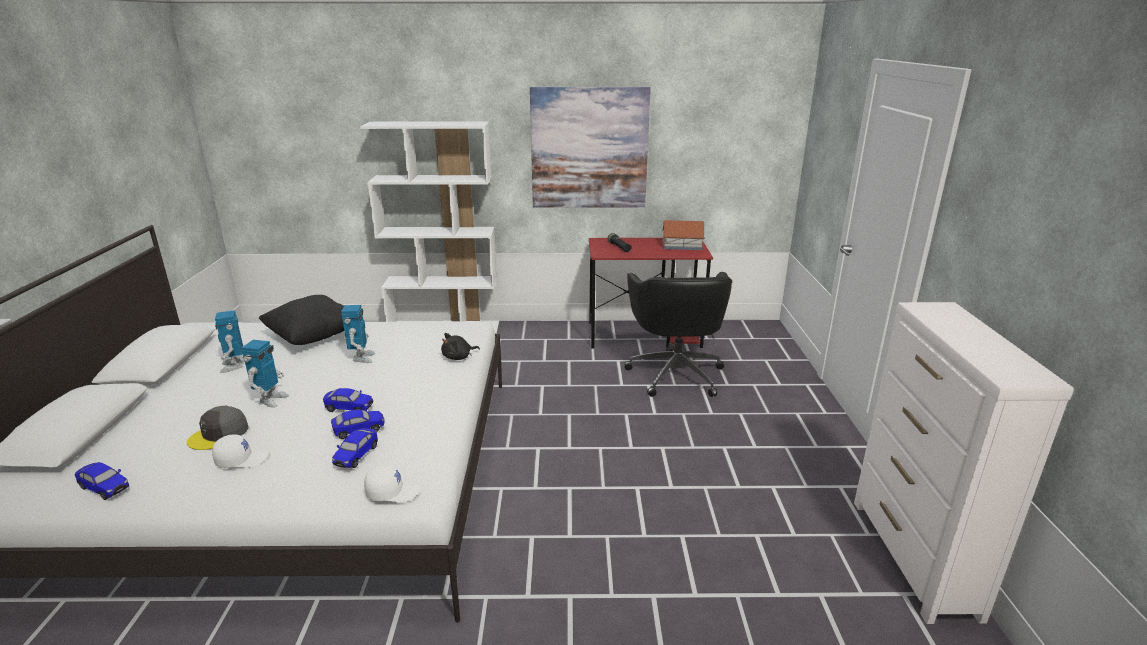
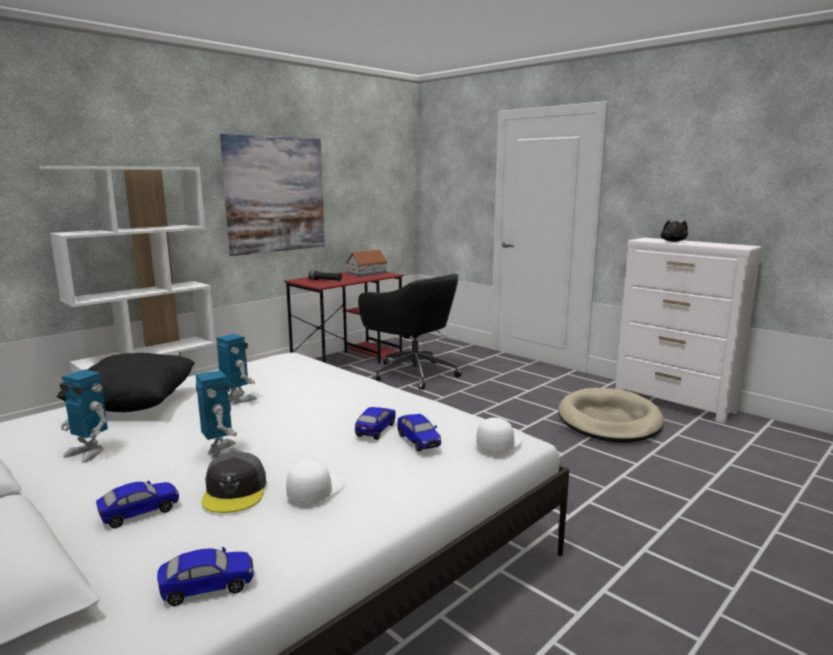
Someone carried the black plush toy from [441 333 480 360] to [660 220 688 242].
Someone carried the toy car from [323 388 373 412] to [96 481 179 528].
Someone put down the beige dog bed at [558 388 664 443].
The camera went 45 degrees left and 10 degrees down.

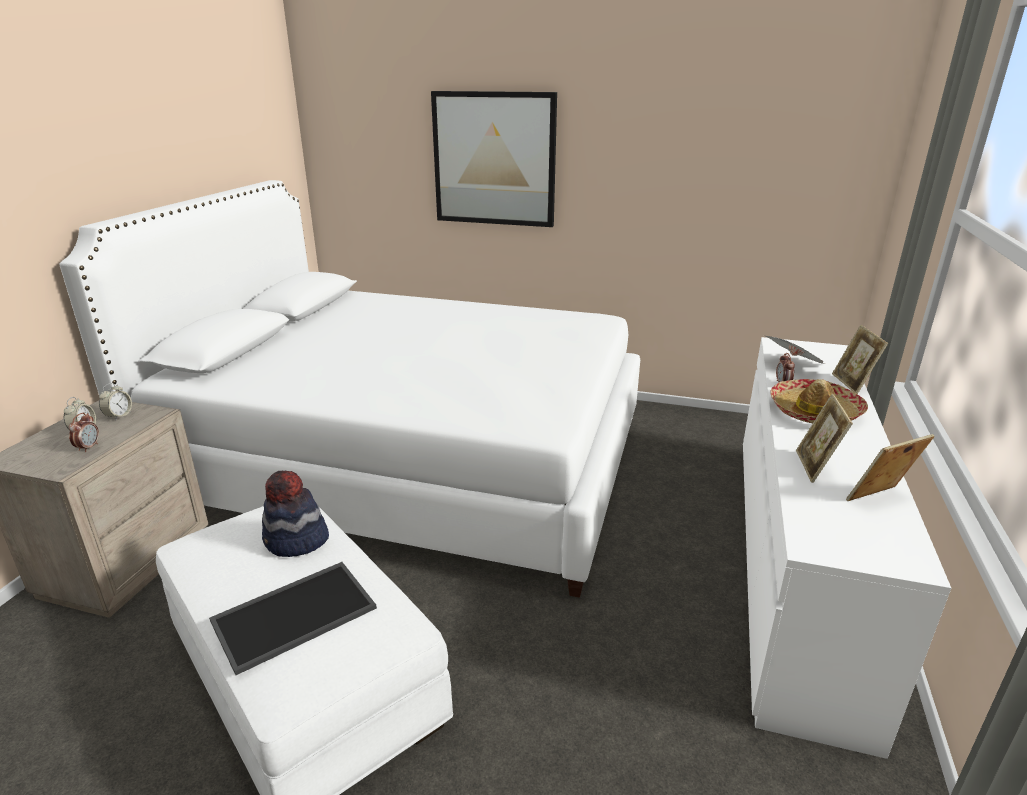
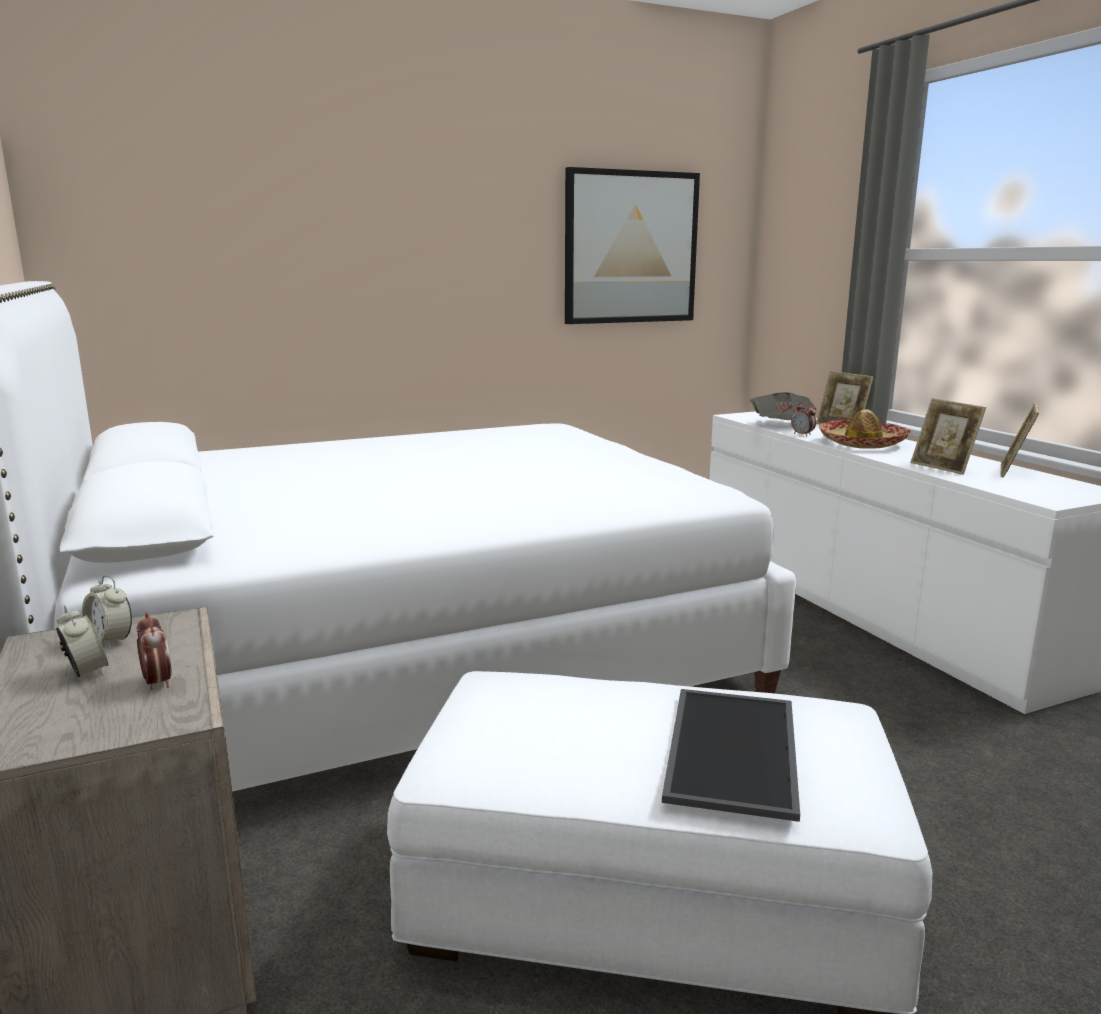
Someone carried the picture from [431 91 557 227] to [565 167 700 324].
Someone rotated the alarm clock at [99 383 132 421] by 150 degrees clockwise.
Someone took away the hat at [262 470 329 557].
The camera went 40 degrees left and 10 degrees down.

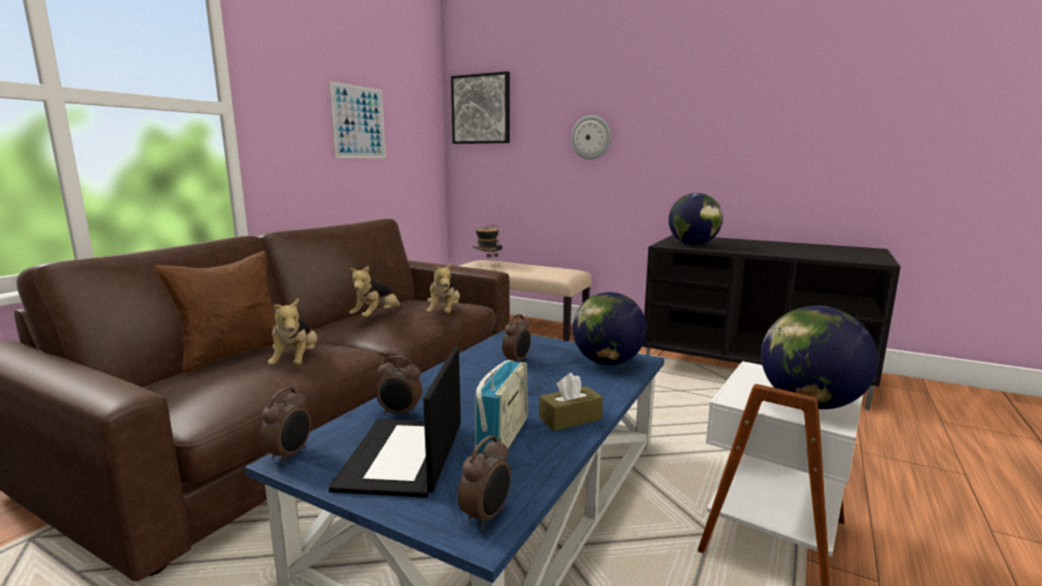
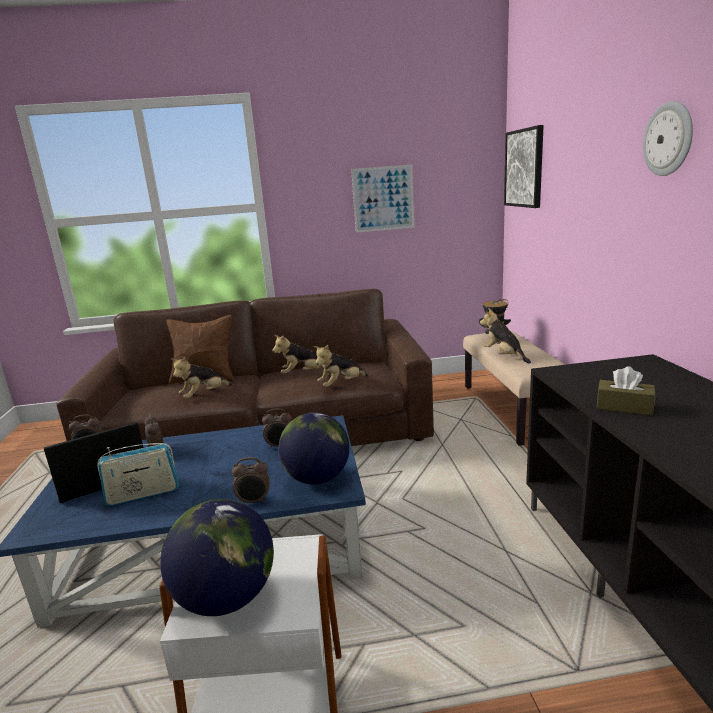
Someone carried the wall clock from [571 115 611 160] to [643 101 693 176].
Someone took away the globe at [668 193 723 245].
Someone carried the brown tissue box from [539 373 603 431] to [597 366 655 415].
Someone carried the alarm clock from [458 435 511 530] to [232 457 269 503].
Someone put down the plush toy at [480 309 531 364].
The camera went 55 degrees right and 5 degrees up.

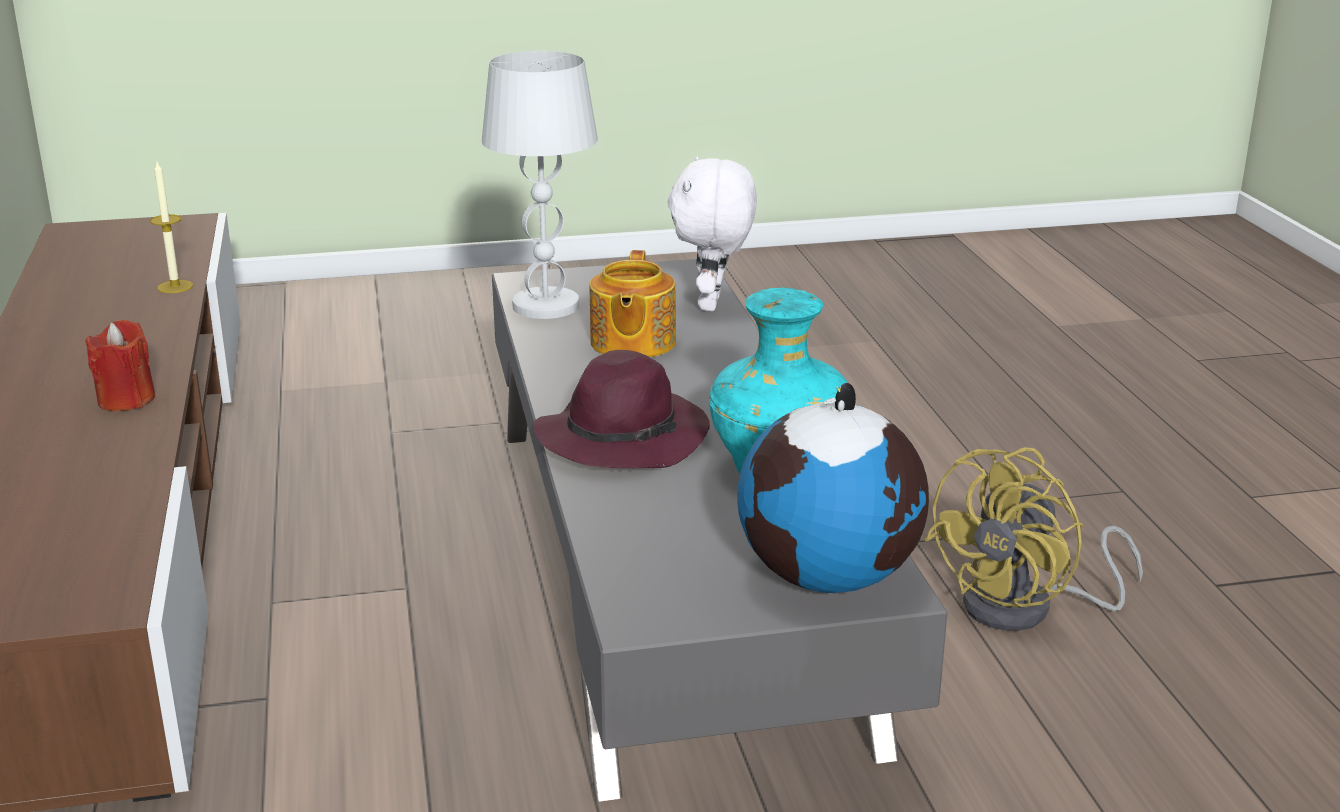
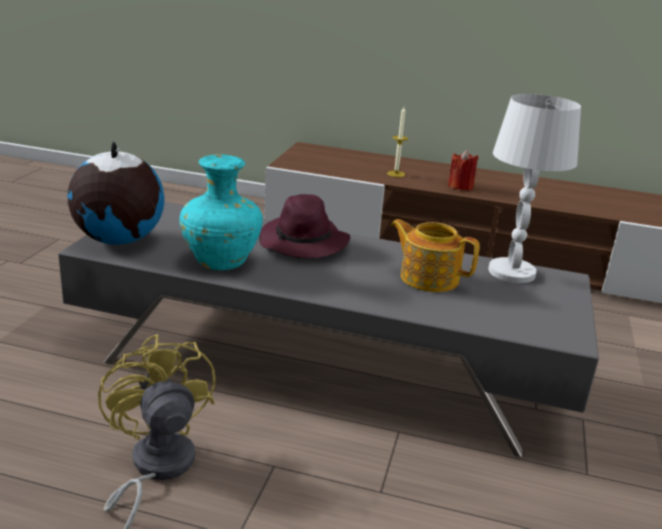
Someone took away the white plush toy at [668 156 757 311].
Someone carried the candle from [150 162 193 293] to [387 107 408 177].
The camera went 115 degrees right and 0 degrees up.

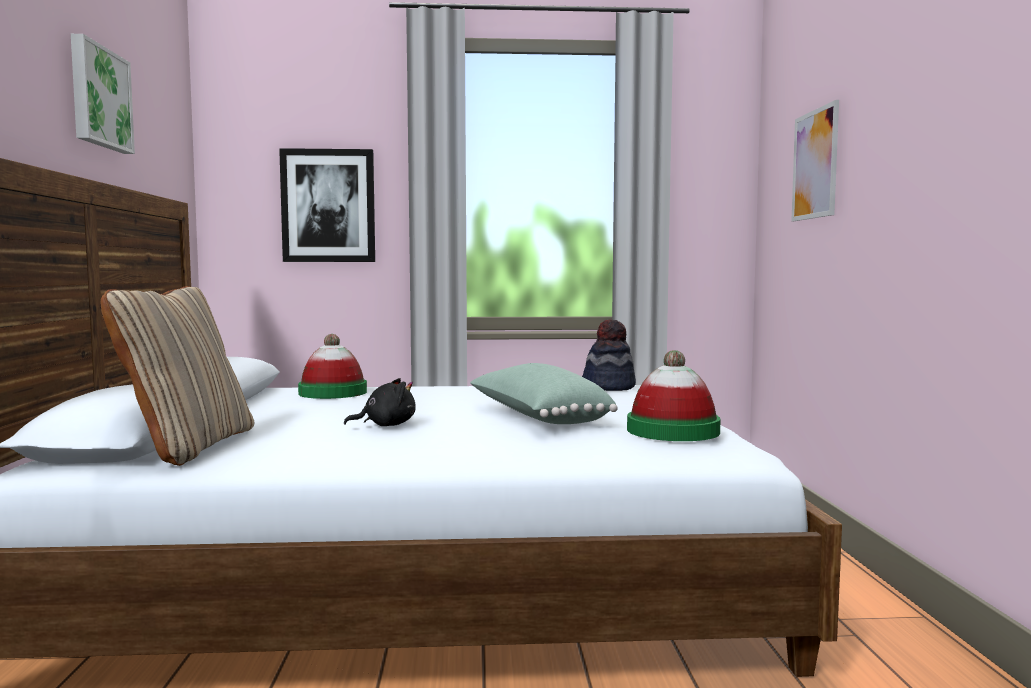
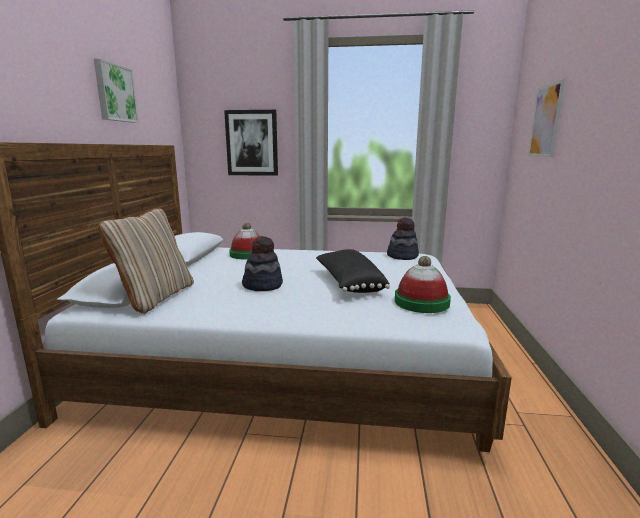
Someone repainted the green pillow at [470 363 618 424], which became the black pillow at [316 249 390 293].
Someone swapped the black plush toy at [344 378 416 426] for the hat at [242 236 283 291].
The camera went 10 degrees right and 10 degrees up.

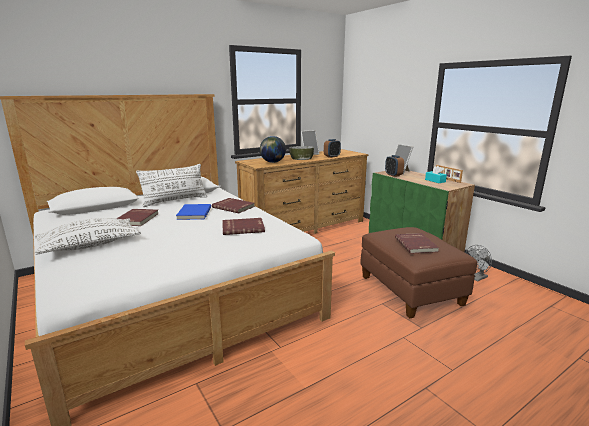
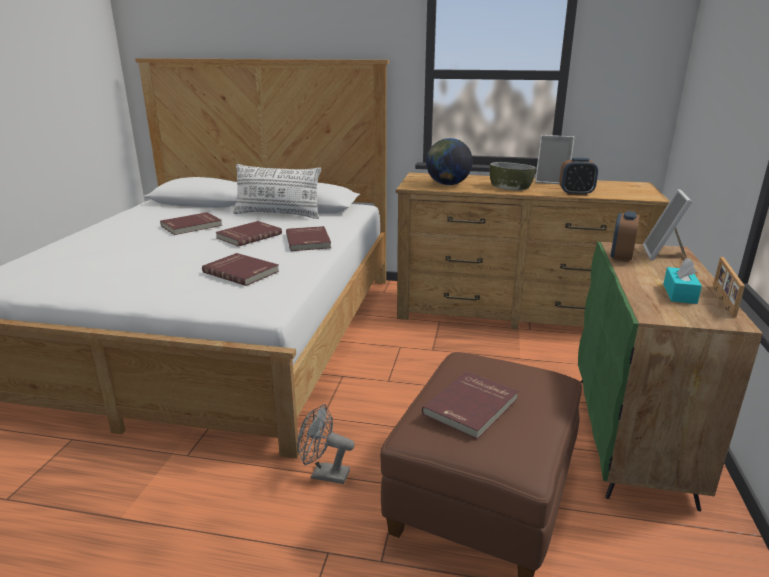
Someone repainted the blue book at [176 204 211 220], which became the red book at [215 221 282 247].
Someone took away the white pillow at [35 218 141 255].
Someone carried the grey fan from [466 245 492 282] to [297 404 355 484].
The camera went 45 degrees right and 5 degrees up.

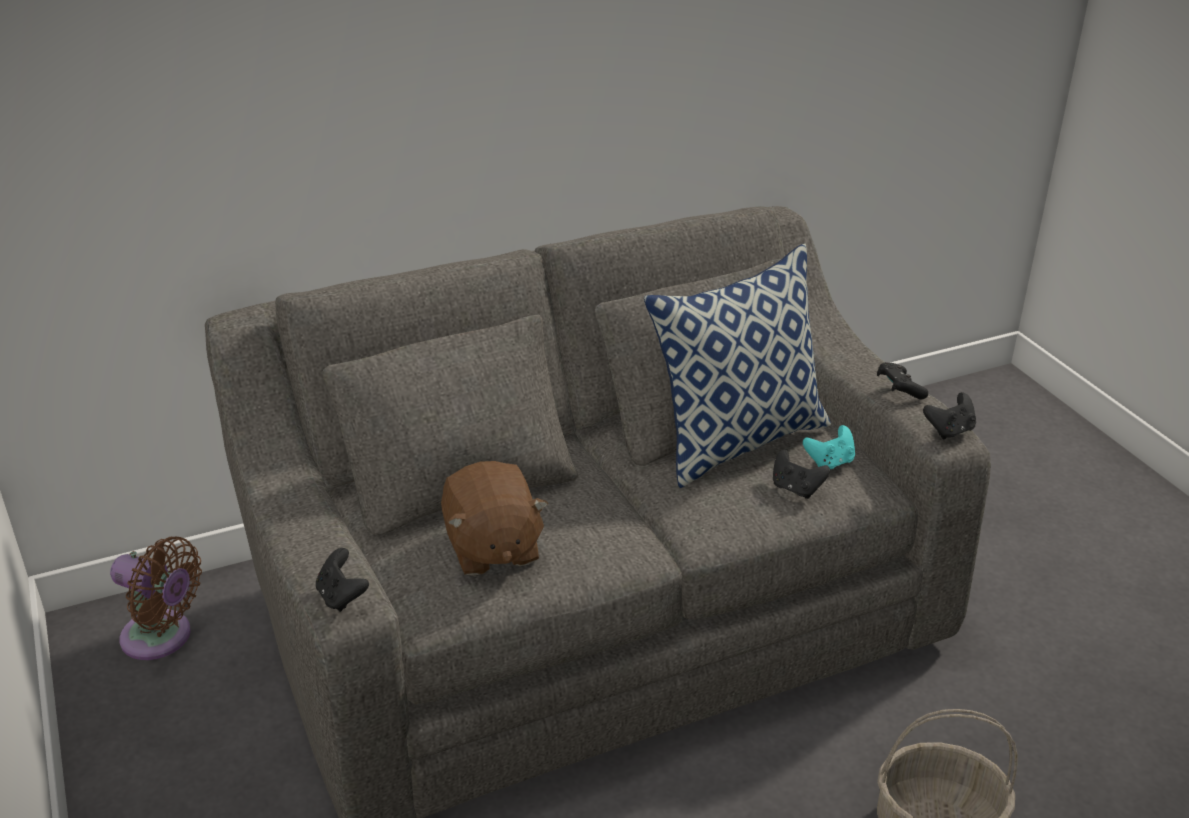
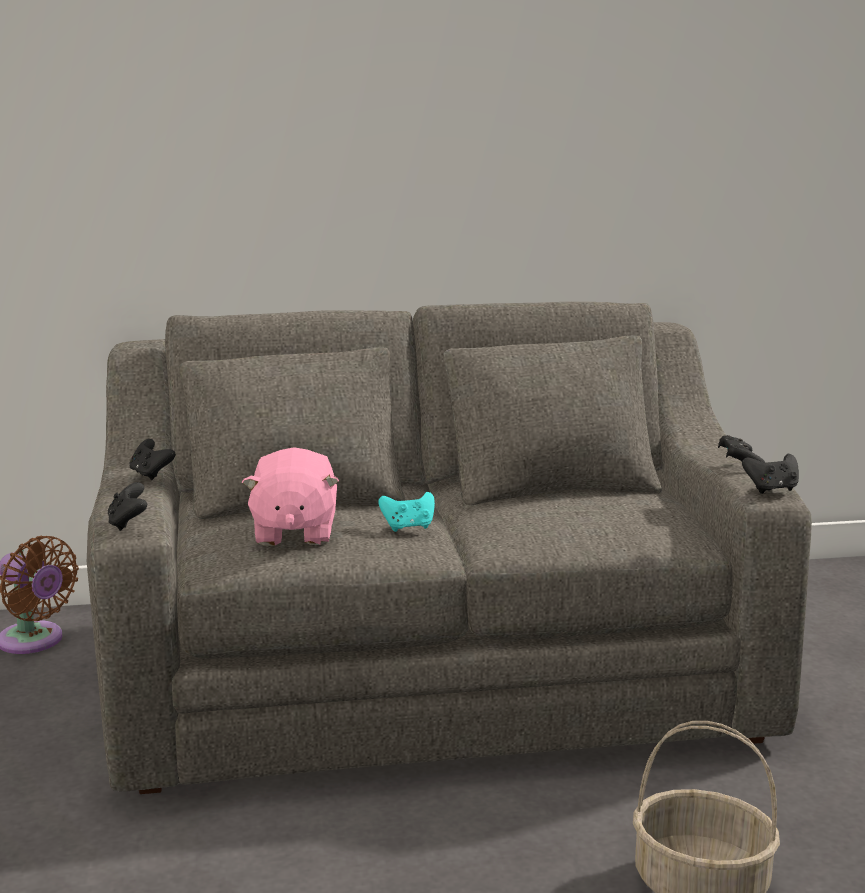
Someone took away the pillow at [644 244 831 488].
Someone carried the turquoise game controller from [803 425 855 469] to [378 492 435 532].
Someone carried the black game controller from [773 450 830 499] to [129 439 176 480].
Someone repainted the brown plush toy at [441 461 548 576], which became the pink plush toy at [242 447 339 546].
The camera went 15 degrees right and 15 degrees down.

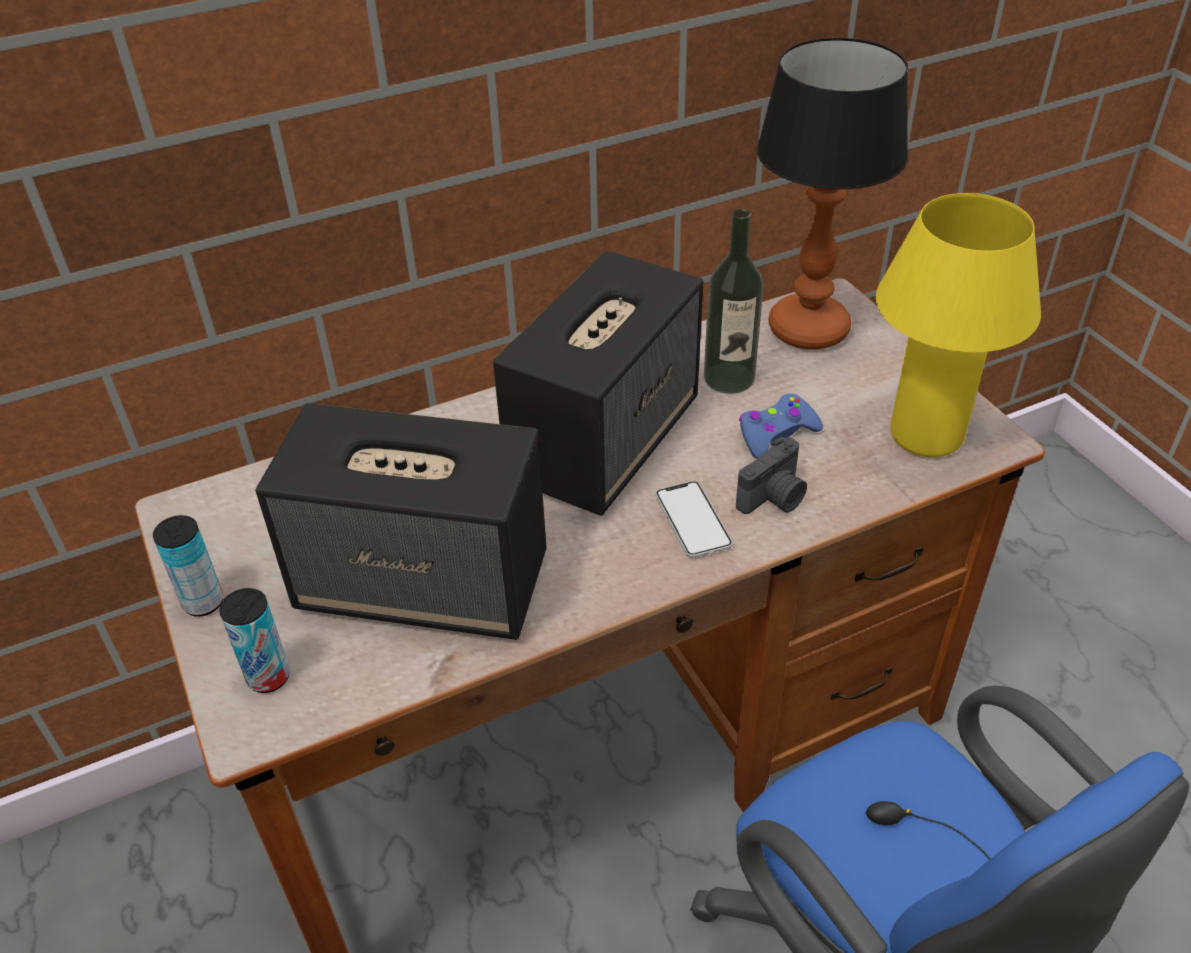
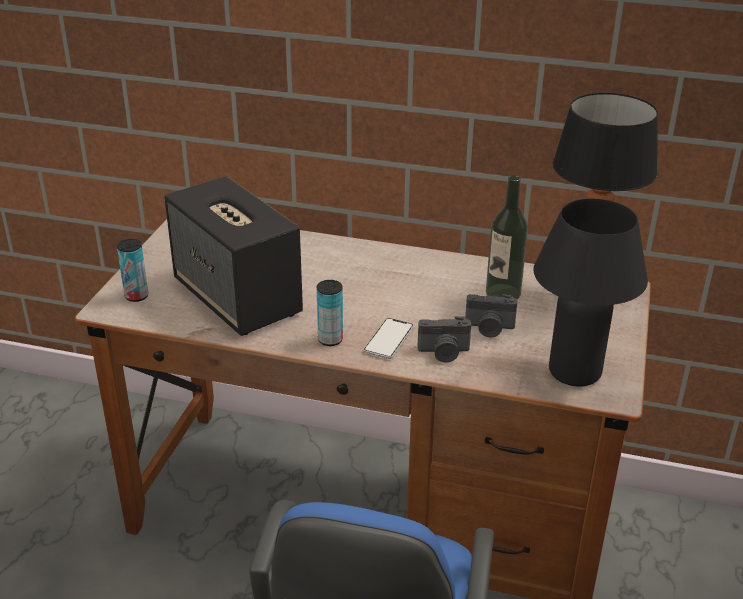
Someone repainted the yellow table lamp at [876 193 1041 457], which became the black table lamp at [533 198 648 387].
Someone took away the speaker at [493 251 703 516].
Someone swapped the blue game controller at [739 393 823 458] for the photo camera at [465 294 517 337].
Someone carried the can from [153 515 223 617] to [317 280 343 346].
The camera went 40 degrees right and 10 degrees down.

